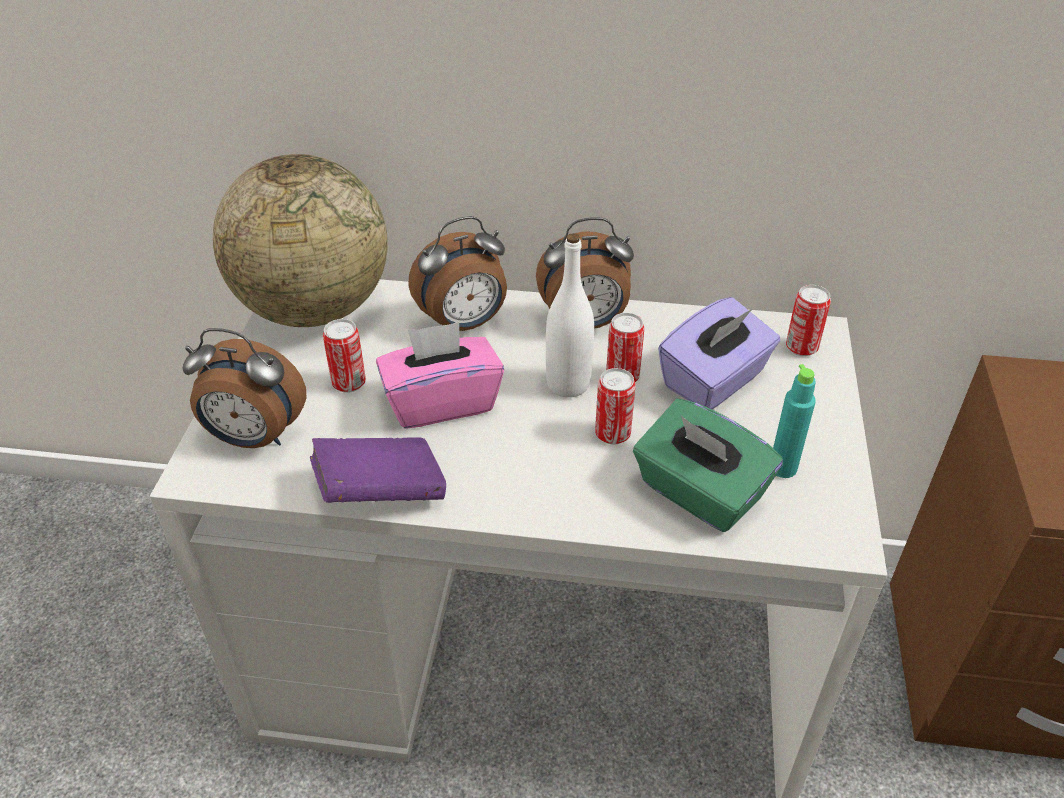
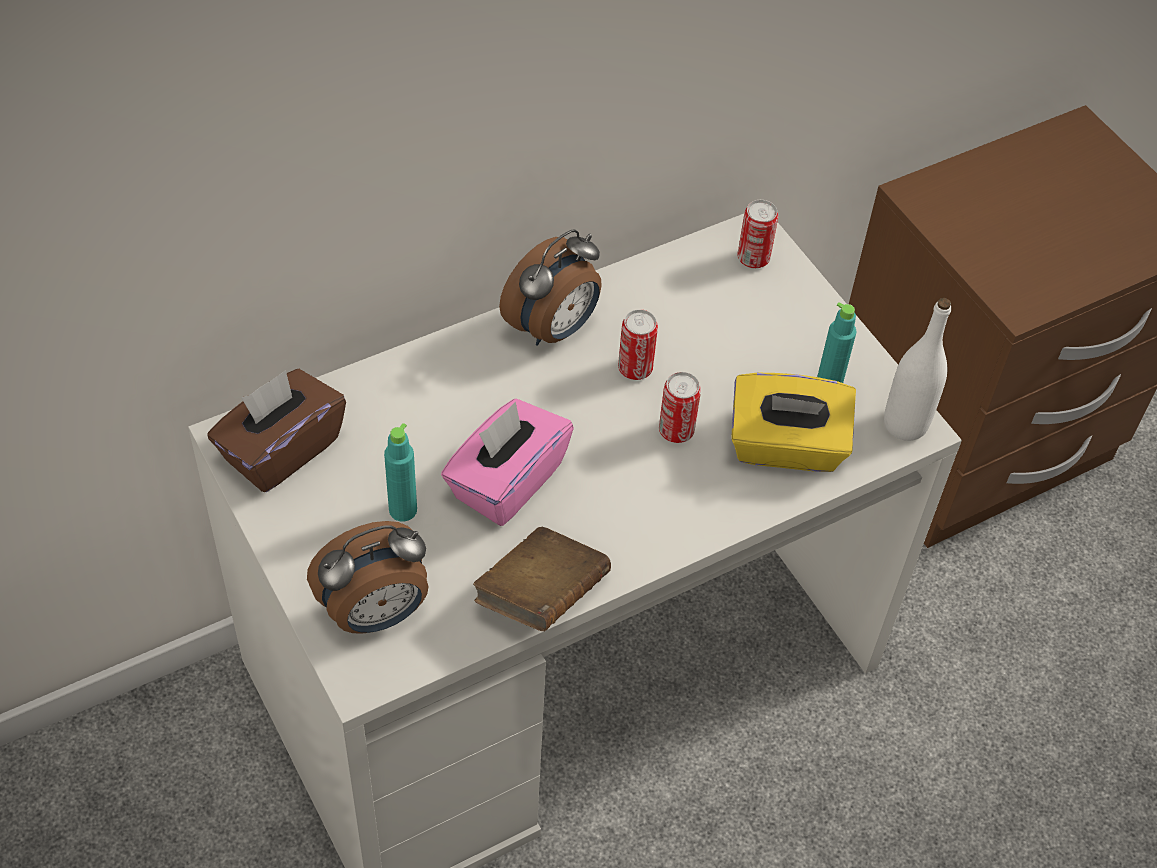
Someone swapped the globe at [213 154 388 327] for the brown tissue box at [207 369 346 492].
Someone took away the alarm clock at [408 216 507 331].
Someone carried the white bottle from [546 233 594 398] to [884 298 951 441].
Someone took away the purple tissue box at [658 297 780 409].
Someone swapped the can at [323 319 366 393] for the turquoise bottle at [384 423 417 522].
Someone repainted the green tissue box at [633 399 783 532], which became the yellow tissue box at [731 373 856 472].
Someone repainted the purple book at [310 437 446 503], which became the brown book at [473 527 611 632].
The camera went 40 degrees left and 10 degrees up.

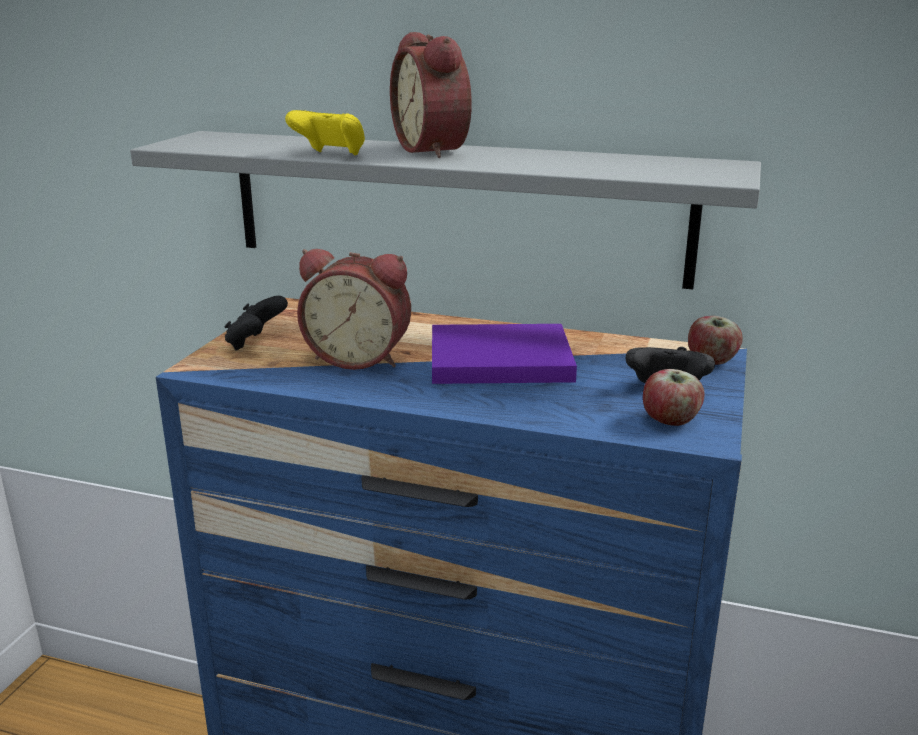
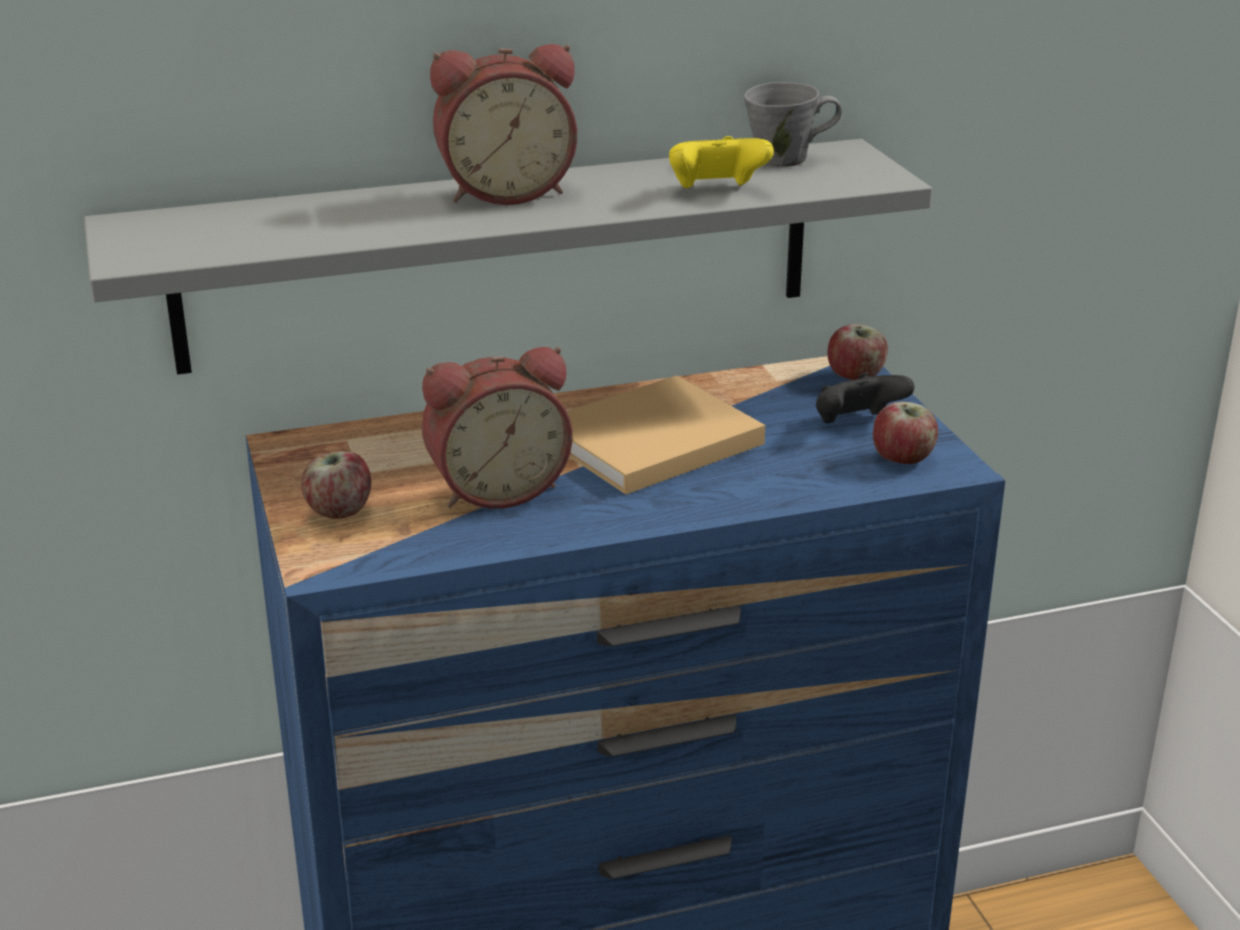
Someone rotated the alarm clock at [390 32 472 158] by 45 degrees counterclockwise.
Someone carried the yellow game controller from [285 110 365 155] to [669 136 774 189].
Someone swapped the black game controller at [225 296 288 350] for the apple at [301 451 371 519].
Someone repainted the purple book at [432 324 577 384], which became the beige book at [567 376 765 494].
Someone put down the grey mug at [744 82 842 166].
The camera went 35 degrees left and 5 degrees up.

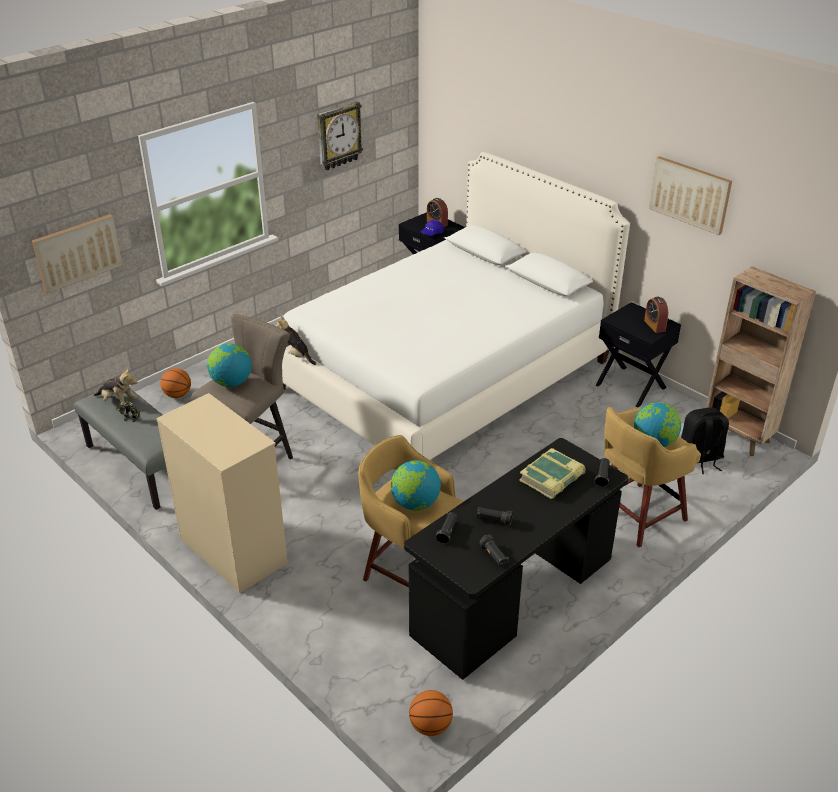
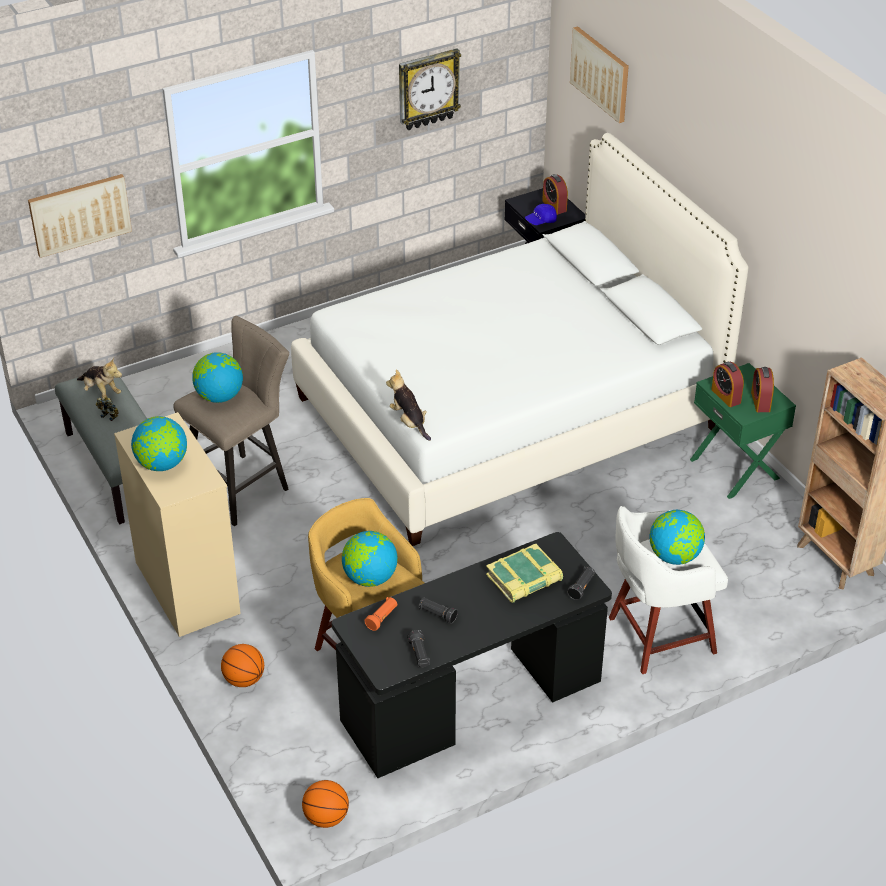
Someone carried the picture from [649 156 732 235] to [570 26 629 123].
Someone repainted the black nightstand at [595 302 681 408], which became the green nightstand at [690 363 796 499].
Someone carried the plush toy from [275 316 316 365] to [386 369 431 441].
Someone carried the basketball from [160 368 191 398] to [221 644 264 687].
Someone repainted the yellow stool at [604 407 701 548], which became the white stool at [609 506 728 674].
Someone took away the black backpack at [681 407 729 474].
Someone repainted the black flashlight at [435 512 458 544], which became the orange flashlight at [365 597 397 631].
Someone put down the alarm clock at [711 362 744 407].
Someone put down the globe at [131 416 187 471].
The camera went 15 degrees right and 5 degrees up.

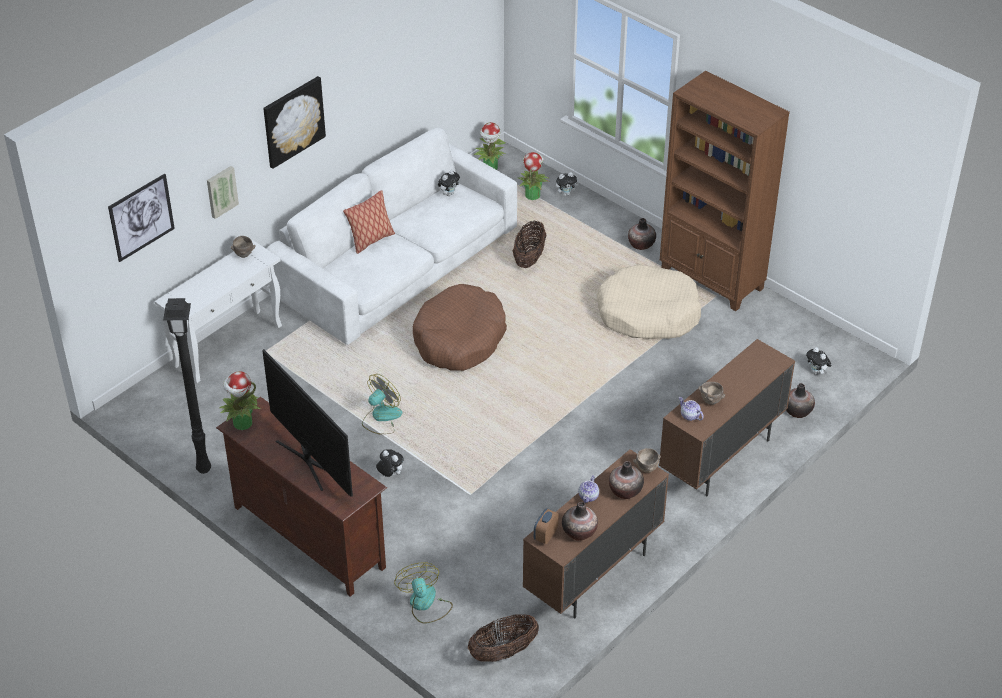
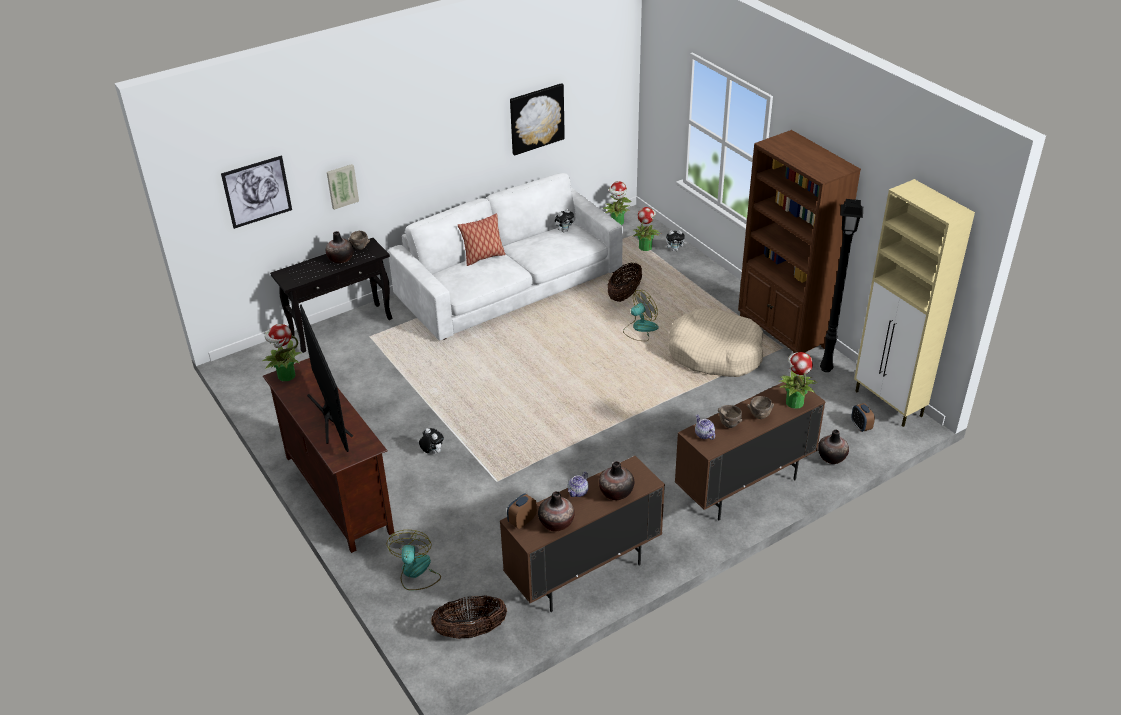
Someone carried the picture from [263 76 326 169] to [510 83 565 156].
Someone carried the vase from [628 218 656 250] to [326 231 353 263].
Someone repainted the white console table at [155 240 282 383], which became the black console table at [270 238 392 353].
Someone took away the brown dog bed at [413 284 507 371].
Someone carried the black floor lamp from [163 298 211 474] to [820 199 863 372].
Someone swapped the plush toy at [806 347 832 375] for the alarm clock at [851 403 875 432].
Someone carried the fan from [362 374 402 435] to [623 290 659 341].
Someone carried the brown bowl from [633 448 661 473] to [747 396 774 419].
Someone put down the beige cabinet at [854 179 975 427].
Someone put down the potted plant at [779 352 818 409].
The camera went 15 degrees right and 5 degrees down.

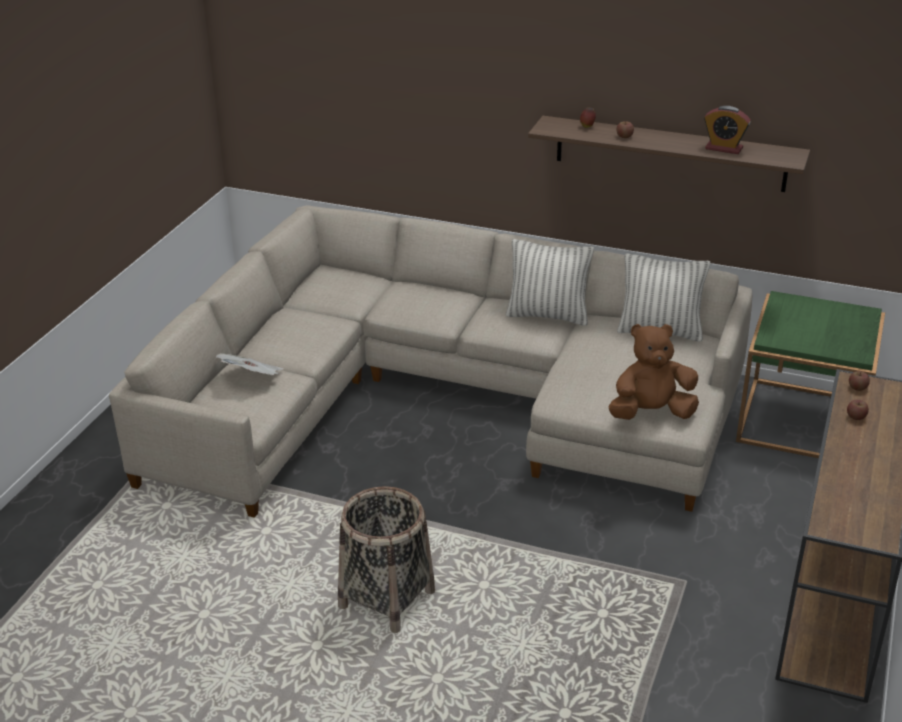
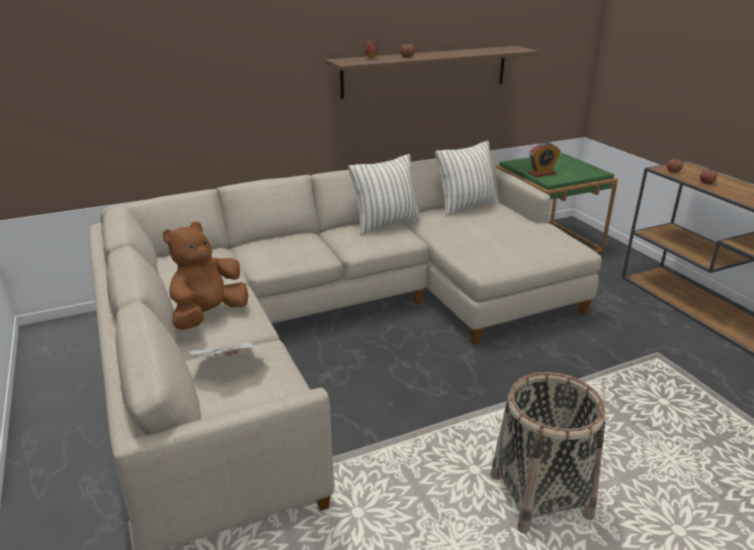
Someone carried the alarm clock from [704 106 751 154] to [528 142 561 177].
Someone carried the brown plush toy from [609 324 699 420] to [163 222 248 330].
The camera went 45 degrees left and 5 degrees down.

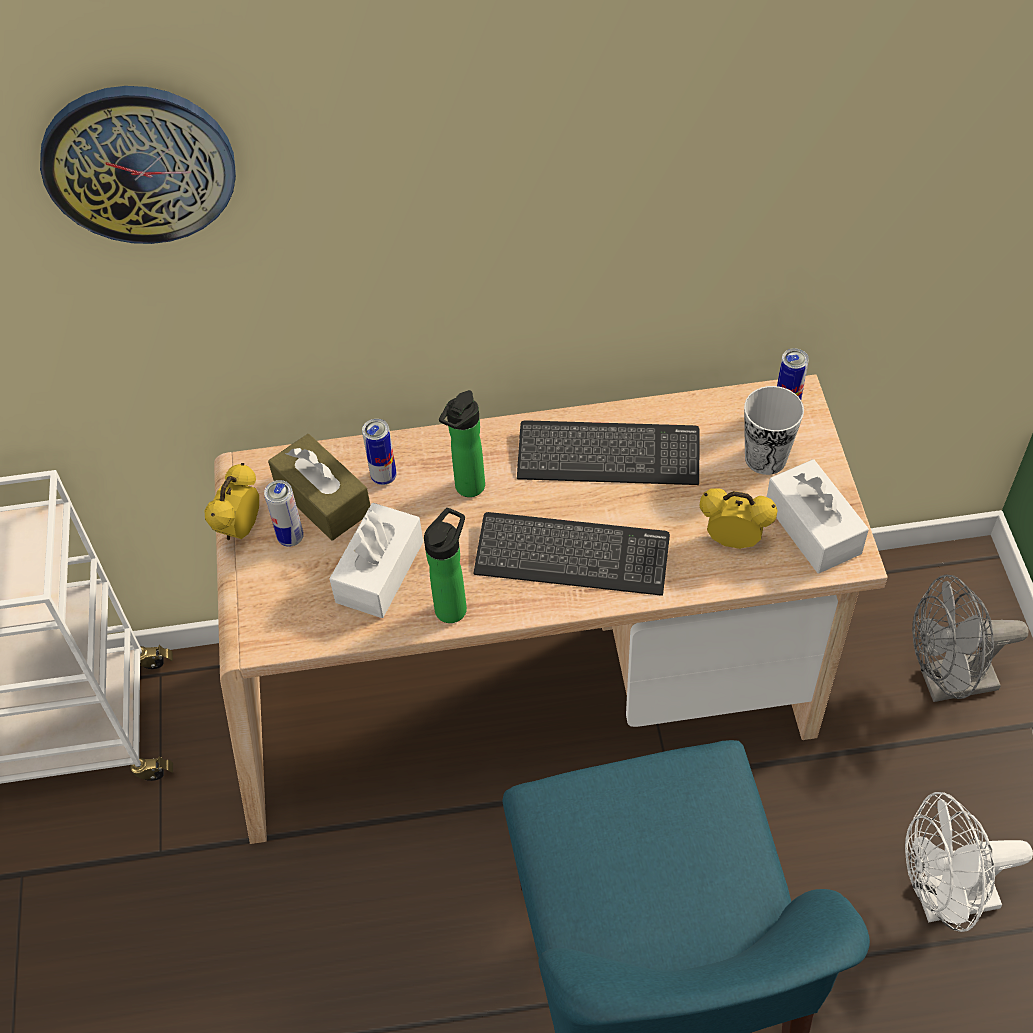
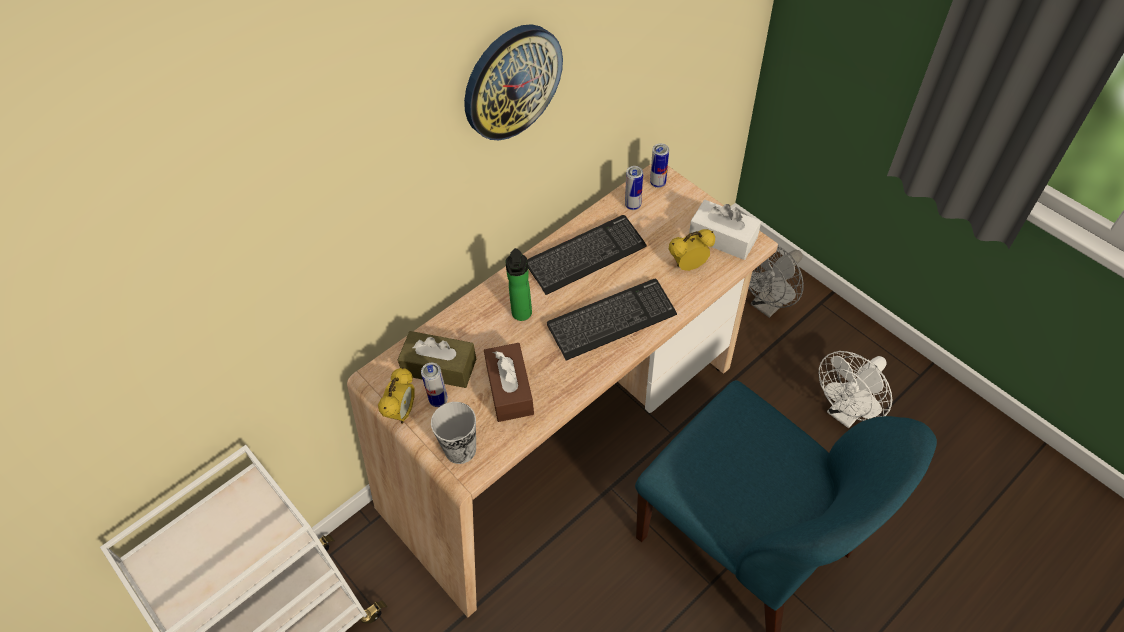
Someone carried the wall clock from [40 86 236 244] to [464 24 563 140].
Someone carried the cup from [744 386 804 475] to [431 402 476 464].
Someone carried the can from [362 419 397 485] to [625 166 643 210].
Someone rotated the alarm clock at [204 463 259 540] by 150 degrees counterclockwise.
Someone repainted the white tissue box at [329 503 423 618], which became the brown tissue box at [484 343 534 422].
Someone took away the bottle at [424 508 467 623].
The camera went 35 degrees left and 0 degrees up.

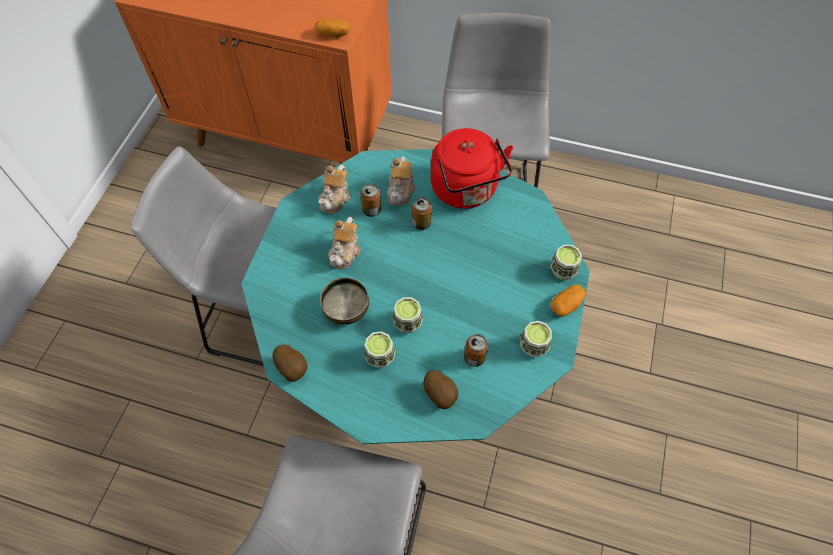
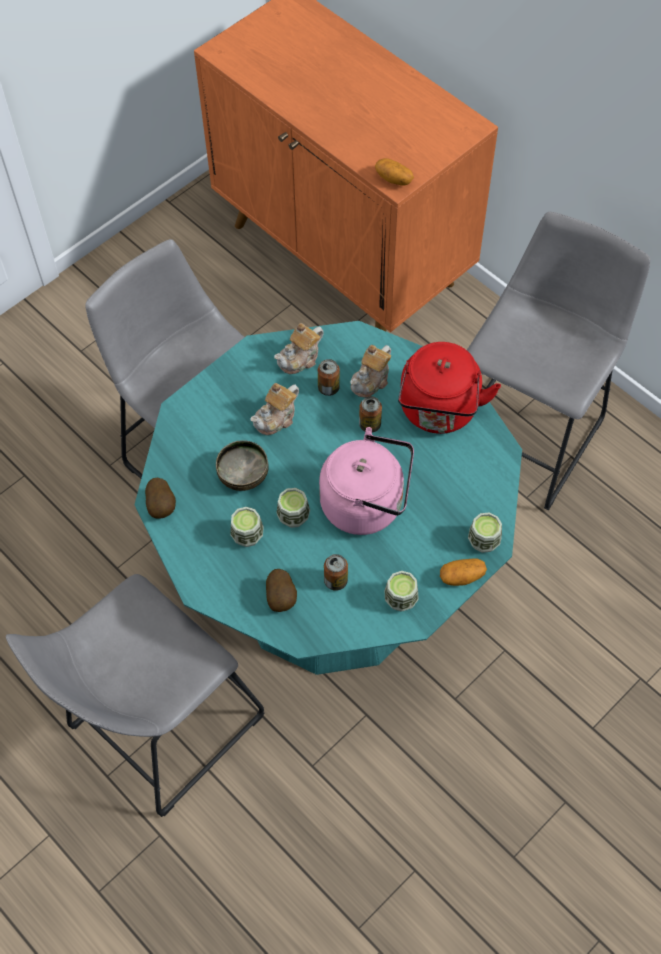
Someone put down the pink kettle at [319 427 414 535].
The camera went 30 degrees right and 0 degrees up.

